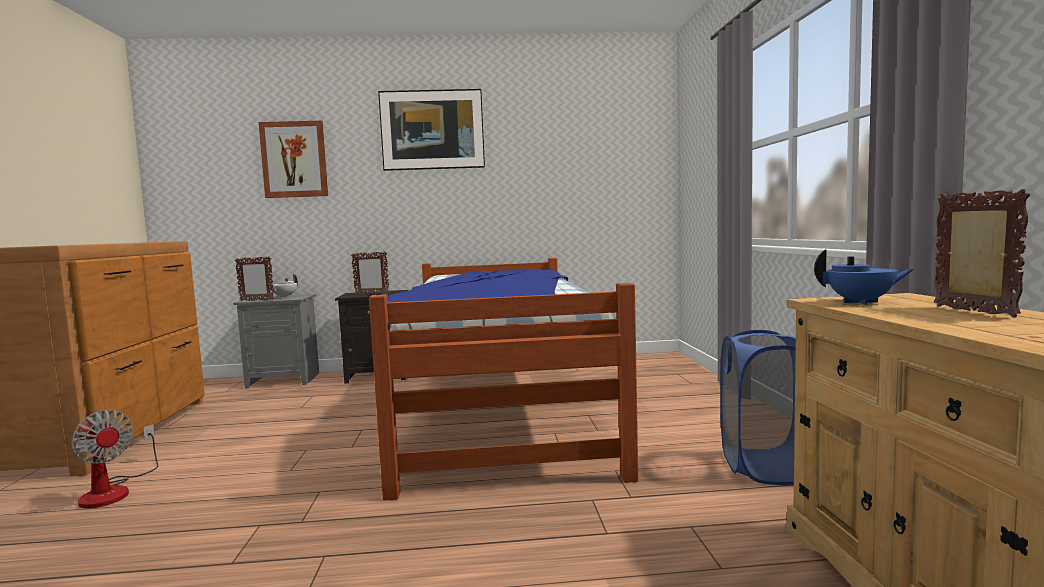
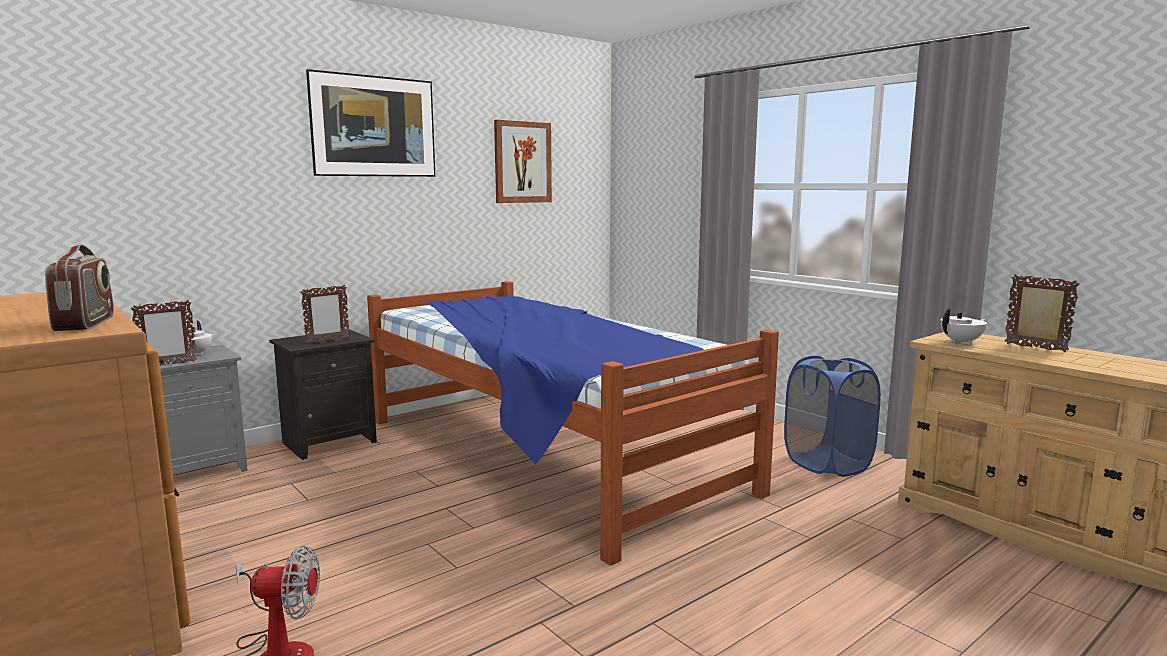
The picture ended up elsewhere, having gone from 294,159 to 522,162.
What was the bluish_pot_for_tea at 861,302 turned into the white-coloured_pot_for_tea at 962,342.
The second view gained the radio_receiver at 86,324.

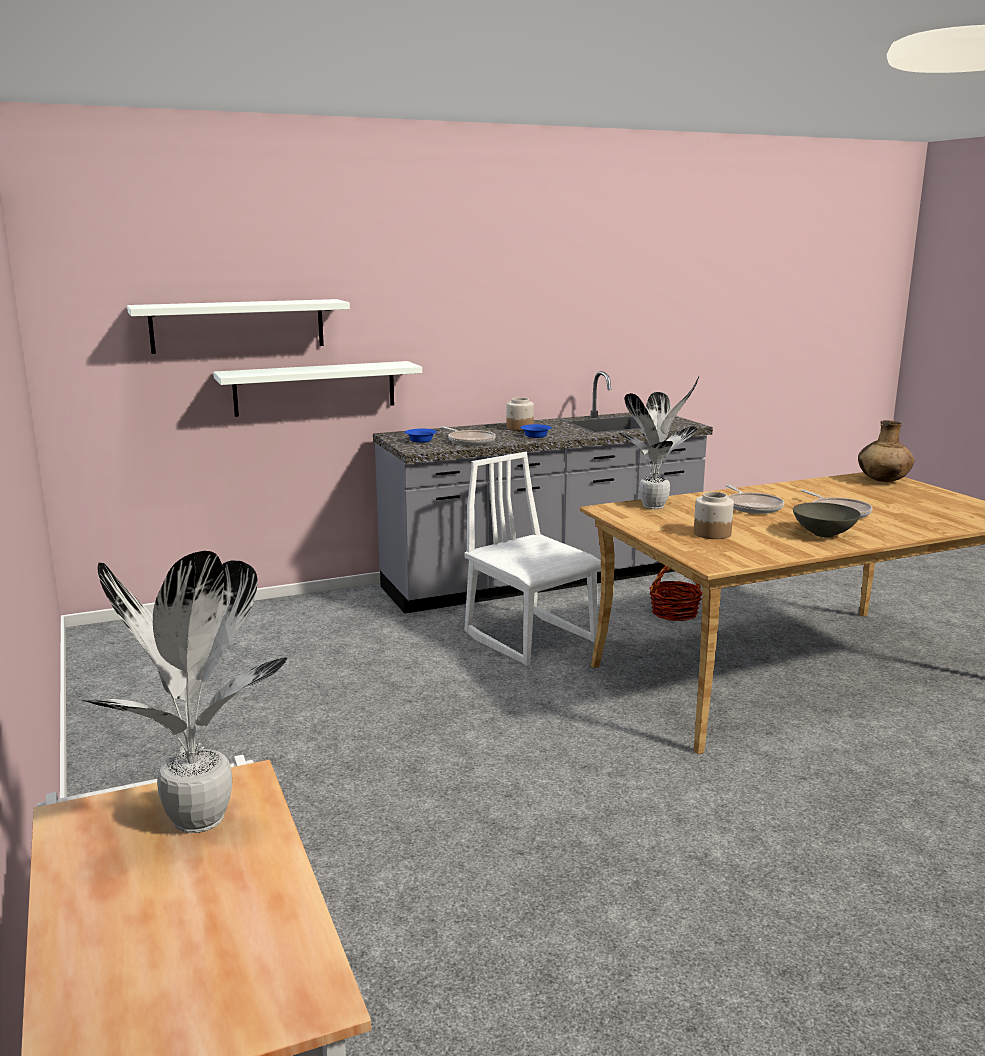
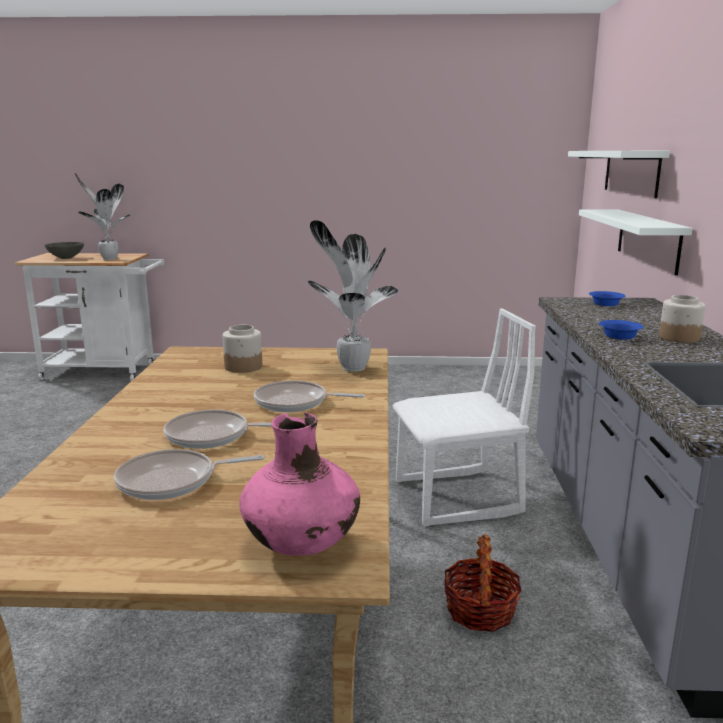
The frying_pan ended up elsewhere, having gone from 469,441 to 173,481.
The greyish_bowl ended up elsewhere, having gone from 824,534 to 65,258.
What was the brownish_vase at 882,481 turned into the pinkish_vase at 302,545.

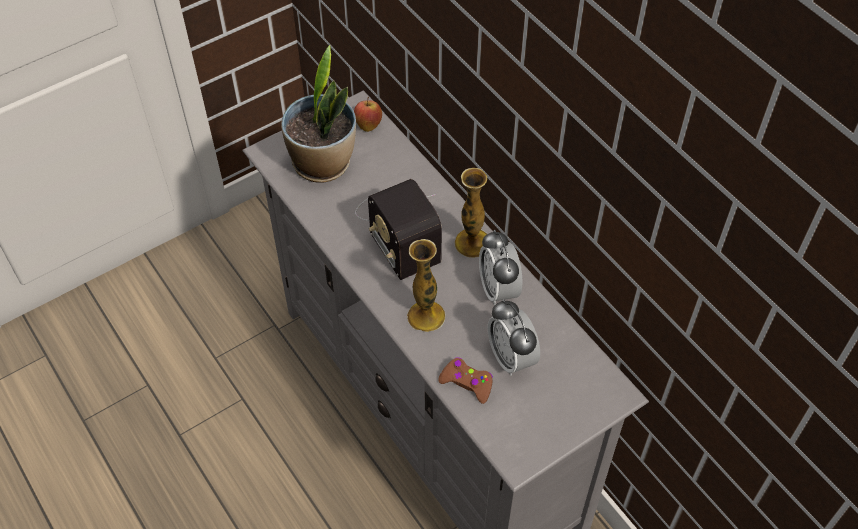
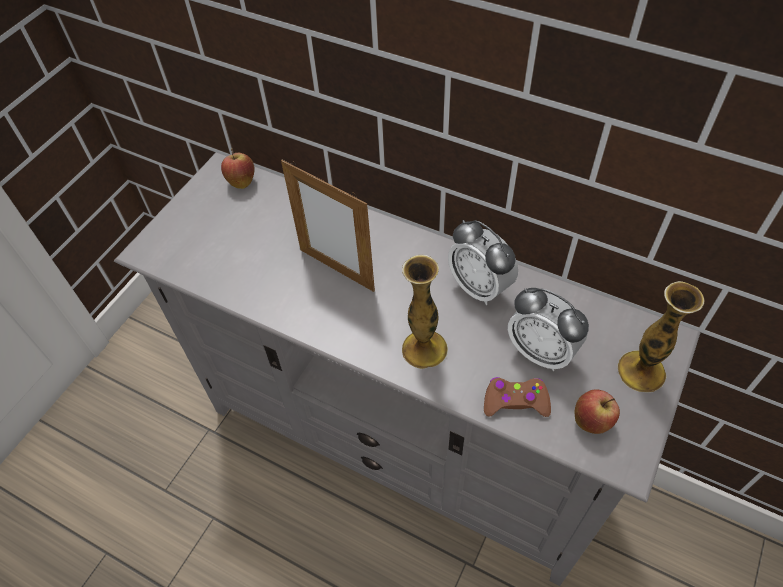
The second view lost the houseplant at 323,163.
Where the radio_receiver stood at 399,228, the standing_frame came to stand at 336,270.
The vase ended up elsewhere, having gone from 472,243 to 641,371.
The second view gained the apple at 592,421.

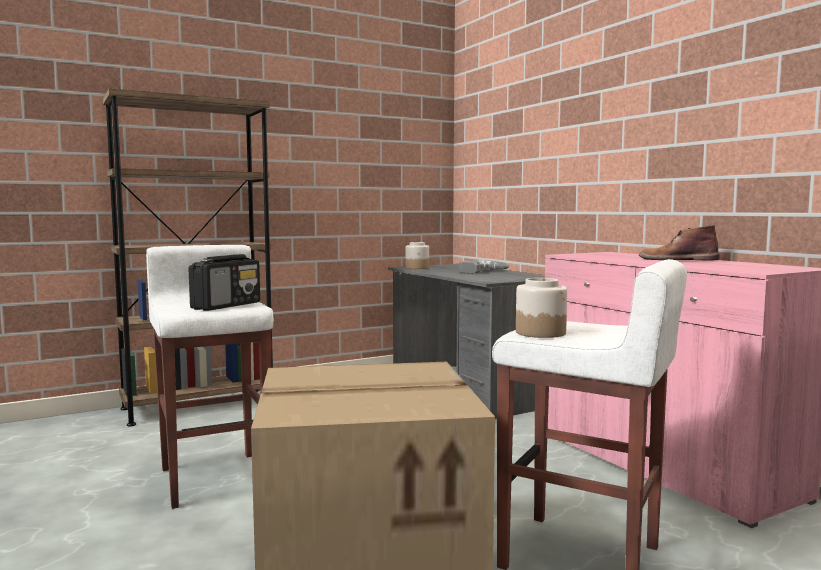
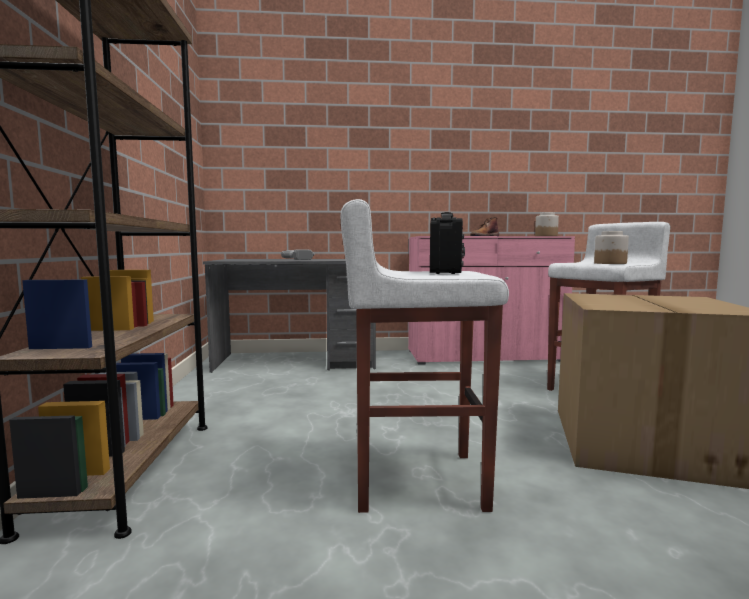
The radio_receiver at 227,306 ended up facing another way, 45 degrees clockwise from before.
The jar ended up elsewhere, having gone from 417,268 to 546,236.

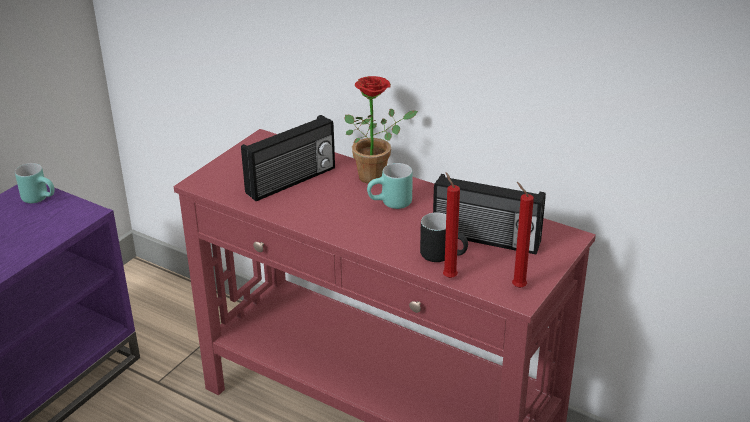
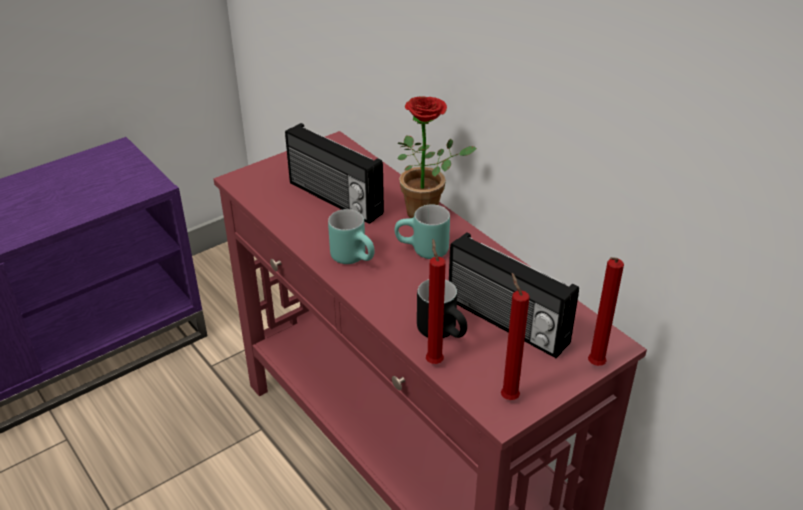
The blue-green_coffee_mug ended up elsewhere, having gone from 41,198 to 355,258.
The radio_receiver at 292,181 ended up facing another way, 60 degrees clockwise from before.
The second view gained the red_wax_light at 594,366.

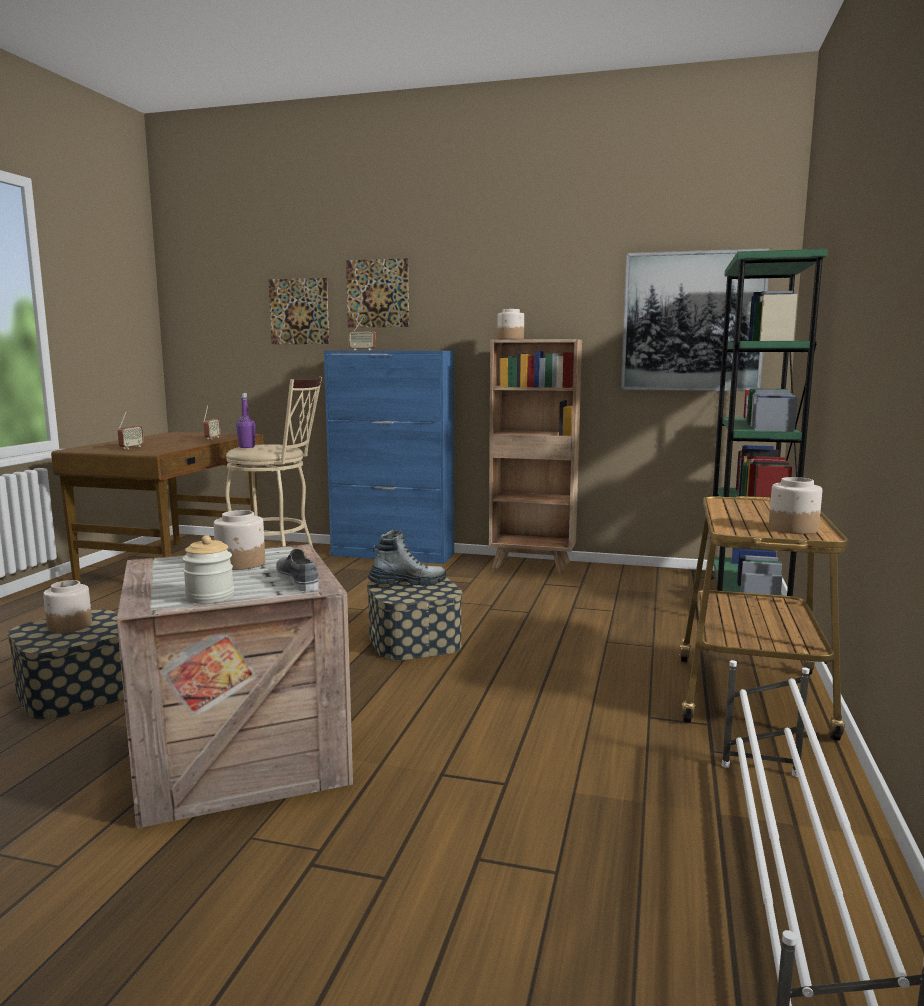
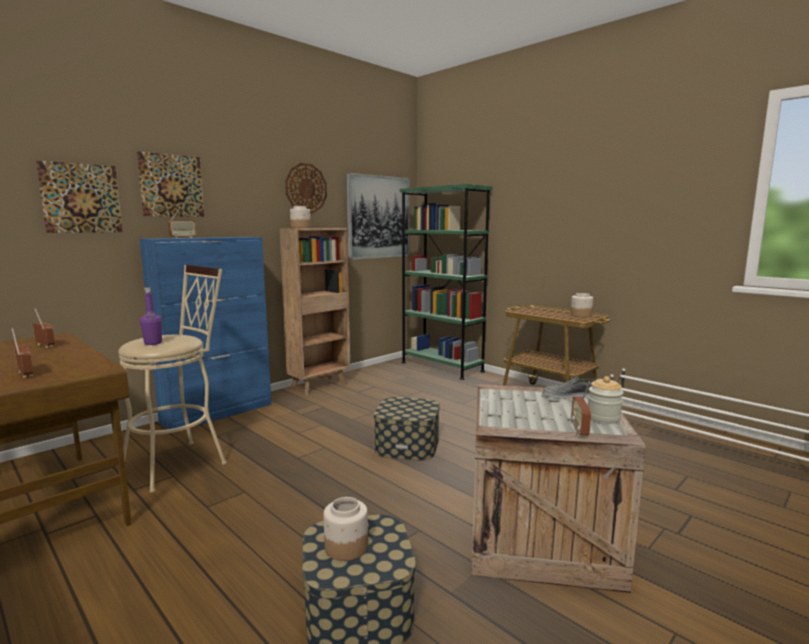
The second view lost the jar at 241,563.
The second view lost the boot at 407,583.
The second view gained the clock_on_the_wall at 306,188.
The second view gained the radio_receiver at 580,431.

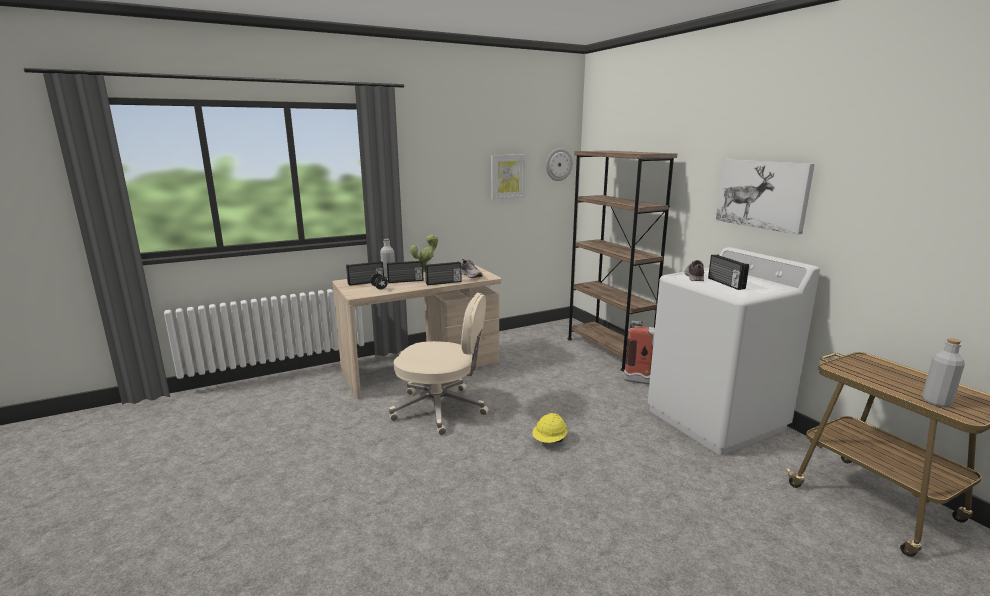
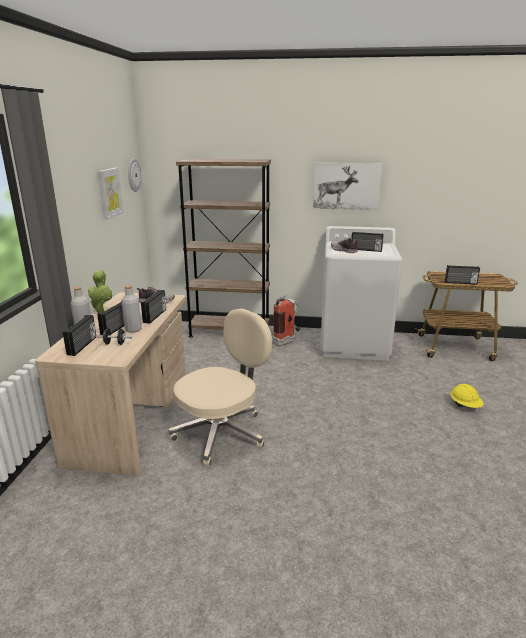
The yellowish_work_helmet ended up elsewhere, having gone from 549,441 to 465,406.
The greyish_drink_bottle ended up elsewhere, having gone from 936,402 to 133,329.
The second view gained the radio_receiver at 460,283.

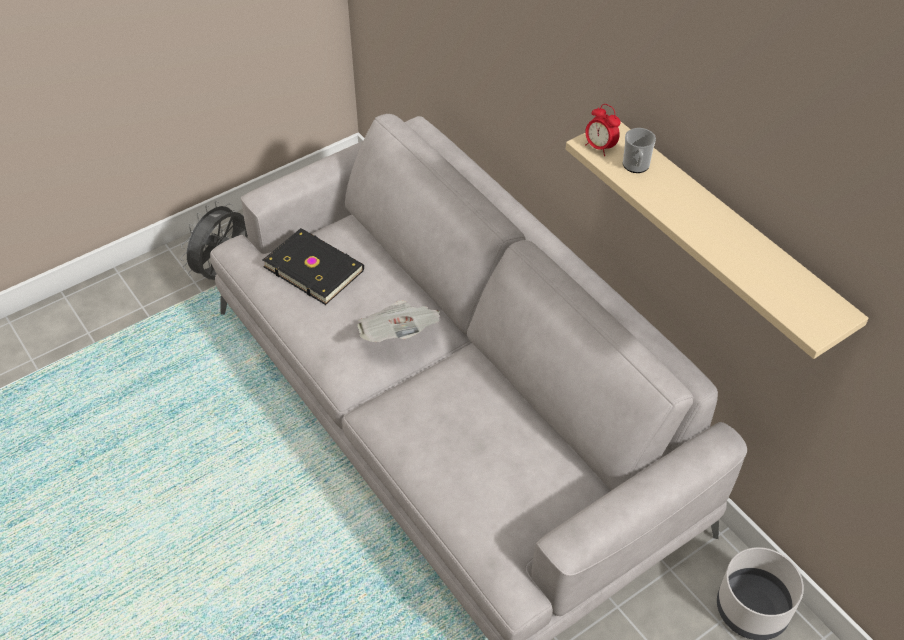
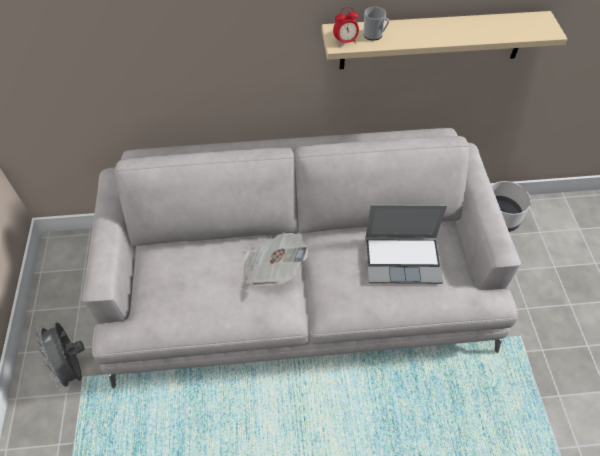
The second view lost the blackish_book at 314,267.
The second view gained the portable_computer at 403,259.

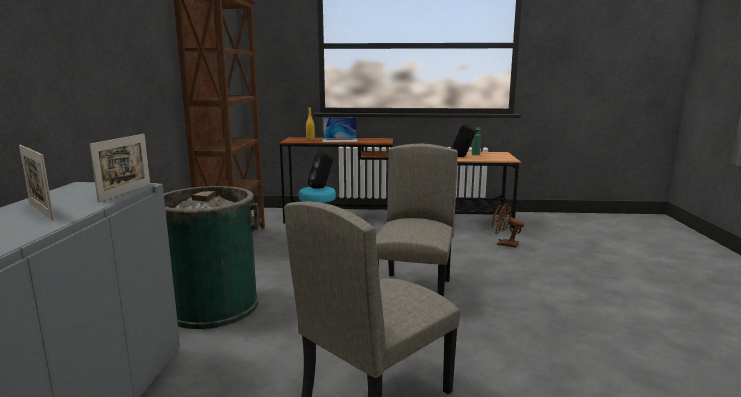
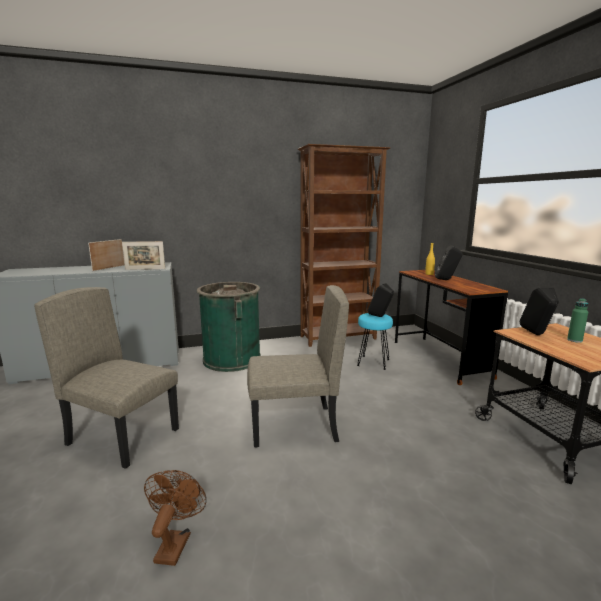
Where the portable_computer stood at 340,140, the blackish_audio_speaker came to stand at 447,280.
The brownish_cooling_fan ended up elsewhere, having gone from 503,244 to 175,542.

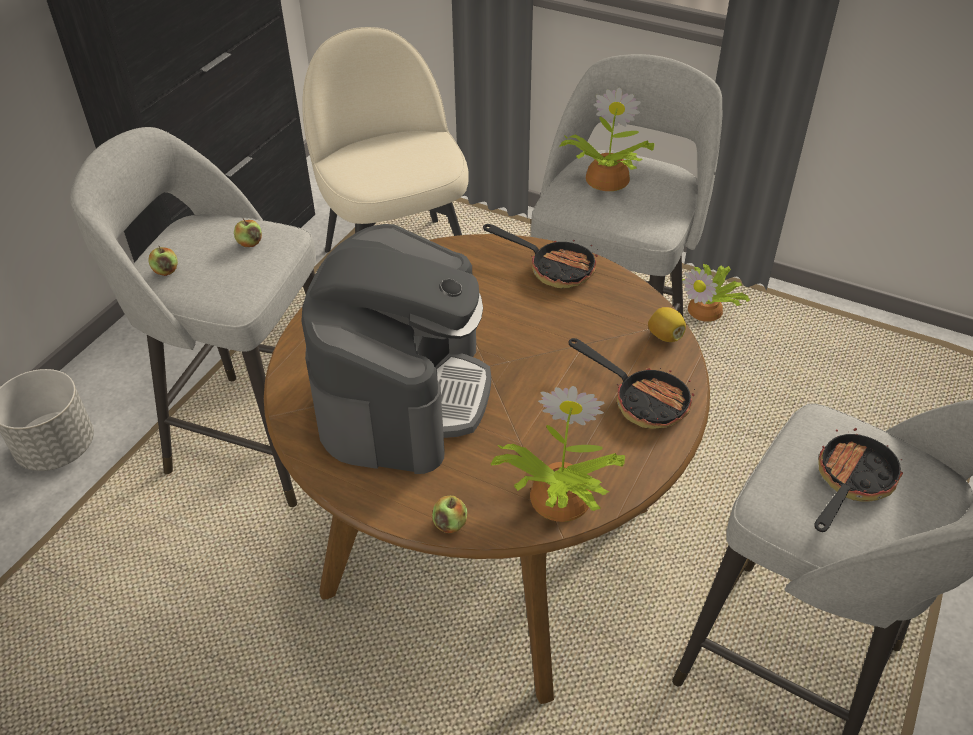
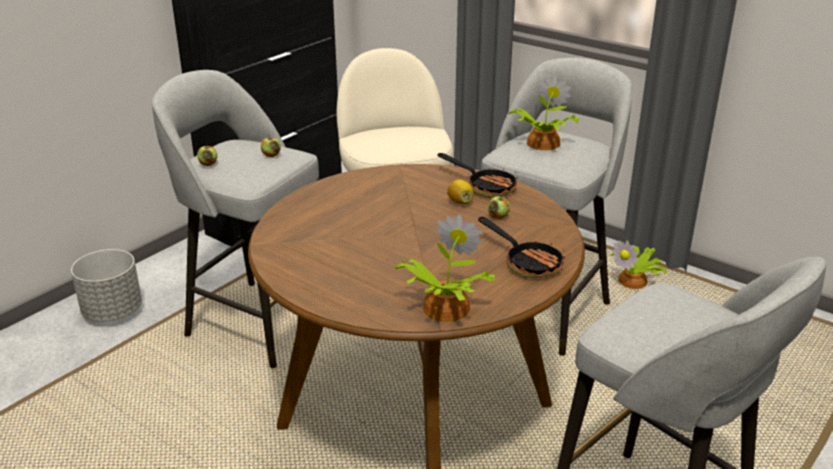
The second view lost the coffee_machine at 403,393.
The apple ended up elsewhere, having gone from 450,524 to 498,216.
The lemon ended up elsewhere, having gone from 665,336 to 460,202.
The second view lost the frying_pan at 850,483.

